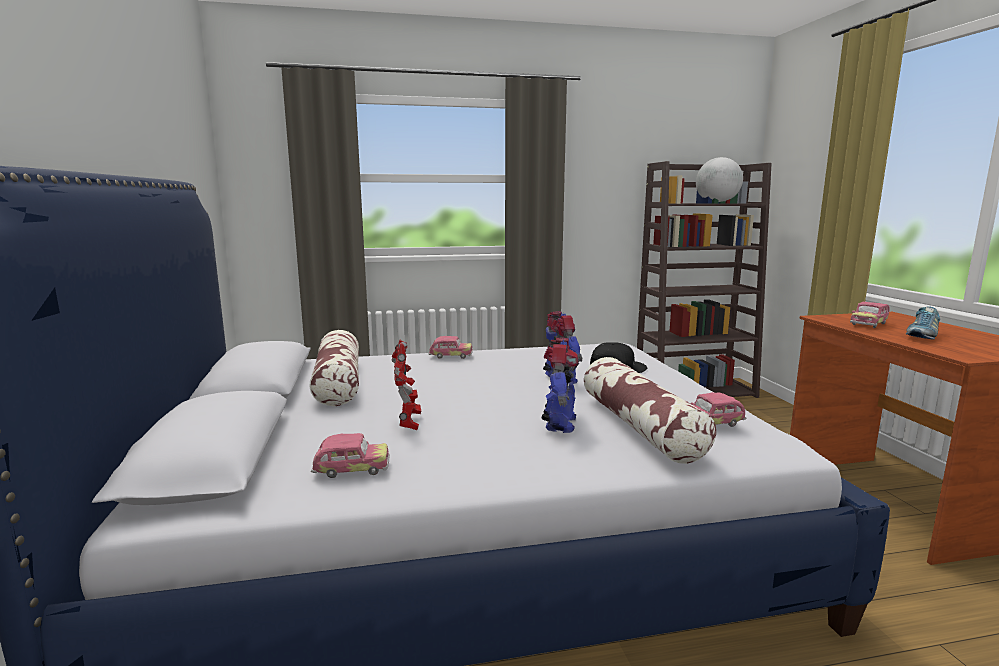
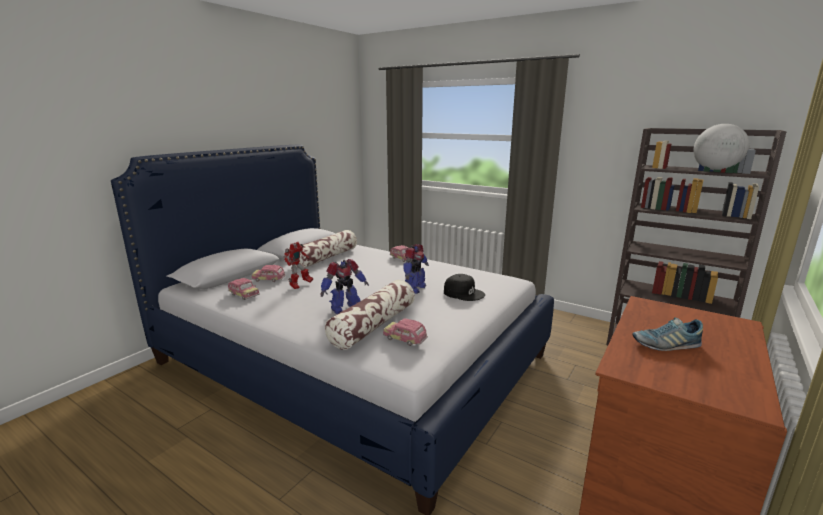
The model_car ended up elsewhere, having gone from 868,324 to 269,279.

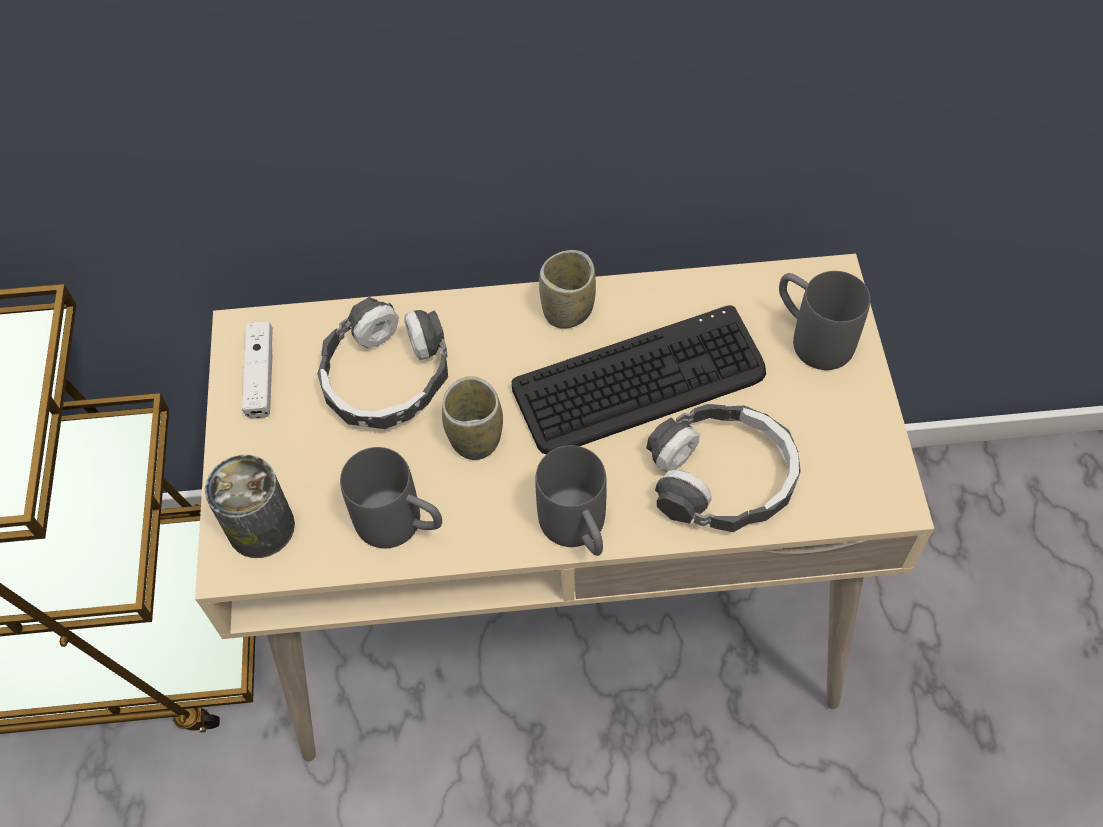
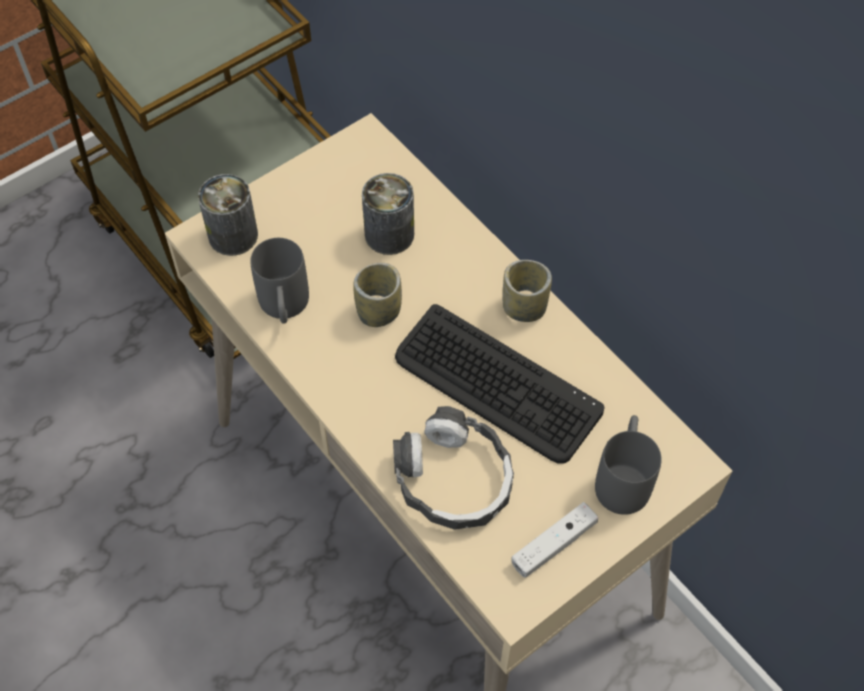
The white-coloured_joypad ended up elsewhere, having gone from 261,376 to 553,544.
Where the headphones stood at 386,377, the can came to stand at 389,234.
The second view lost the greyish_coffee_mug at 578,532.

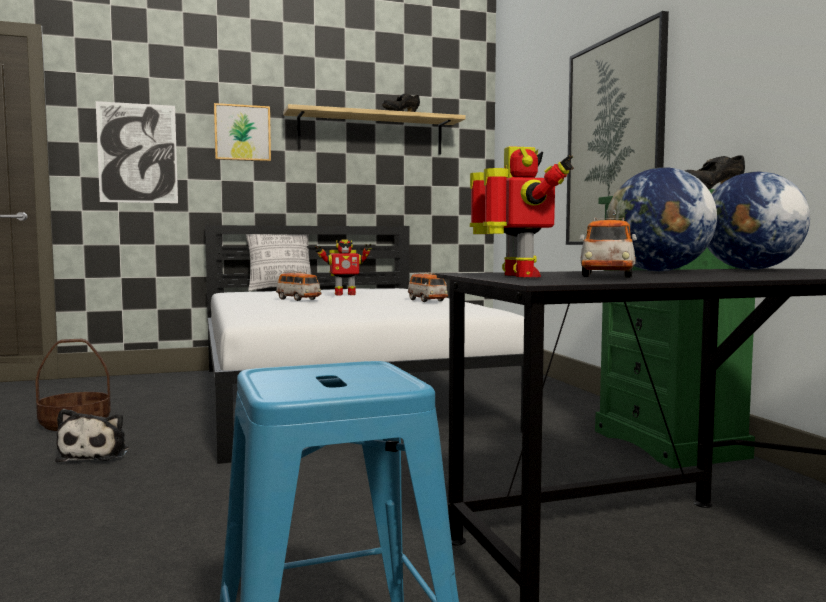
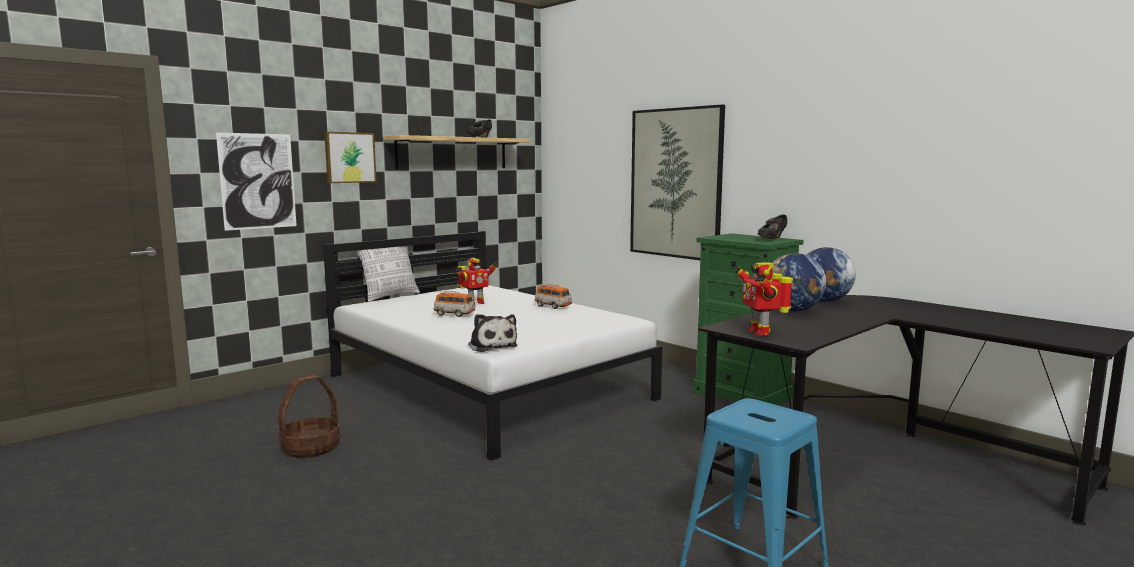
The cuddly_toy ended up elsewhere, having gone from 96,454 to 492,346.
The toy_robot at 517,276 ended up facing another way, 150 degrees counterclockwise from before.
The second view lost the model_car at 607,276.

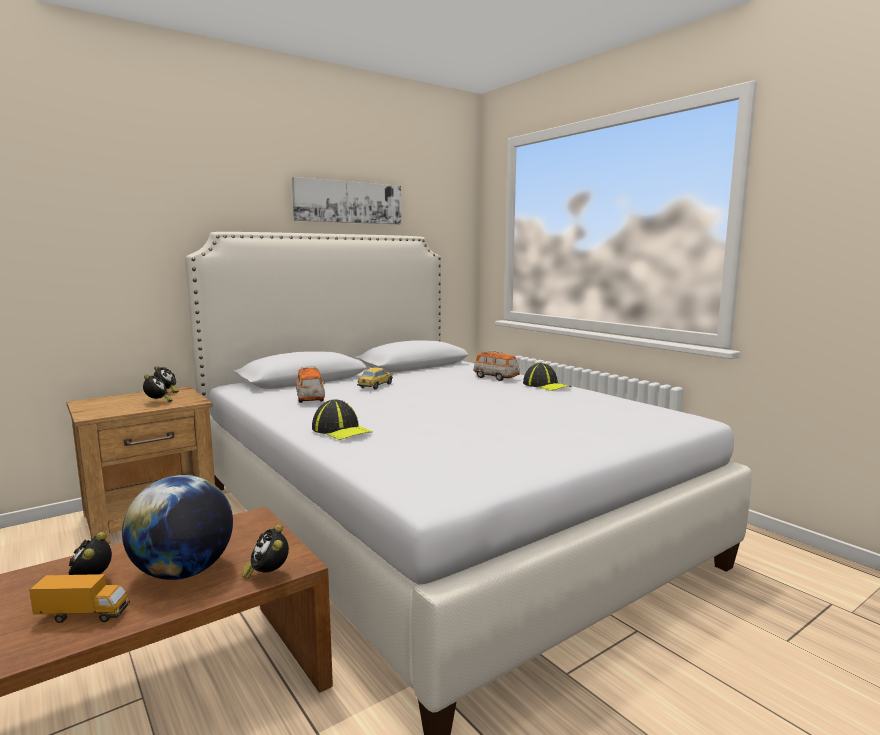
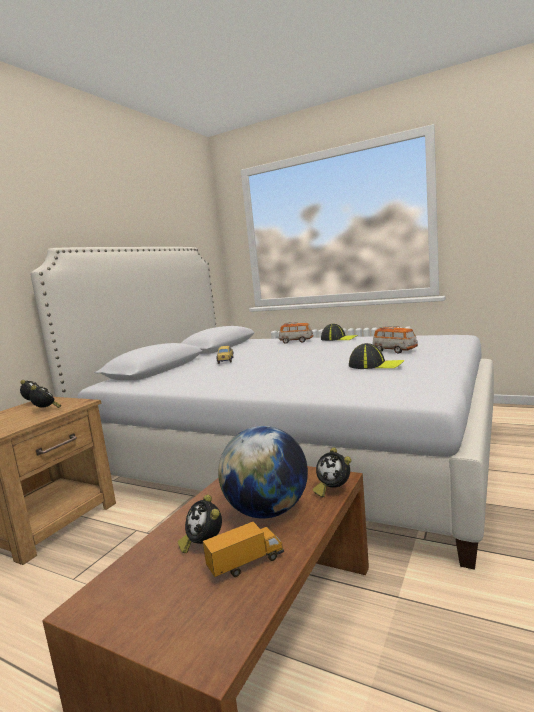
The second view lost the picture at 348,202.
The model_car ended up elsewhere, having gone from 310,399 to 394,351.
The peaked_cap ended up elsewhere, having gone from 342,430 to 375,365.

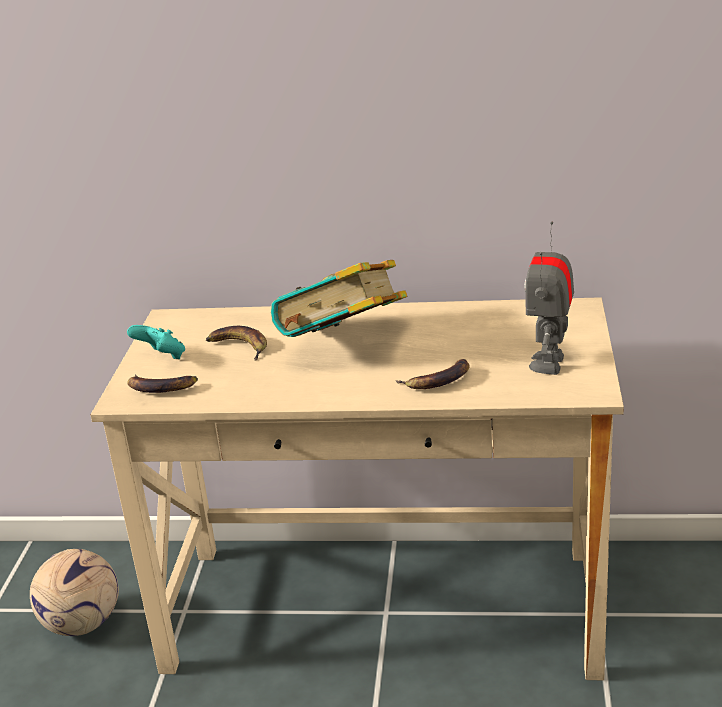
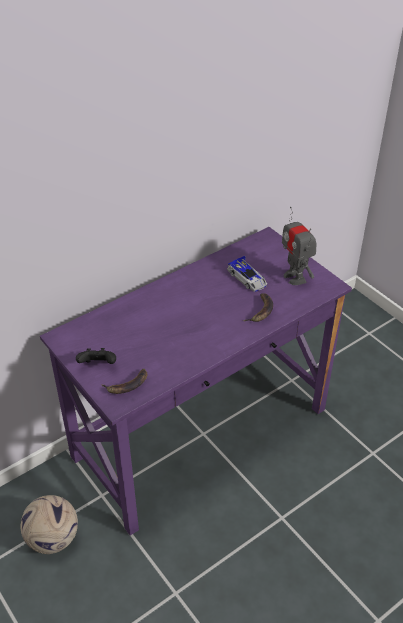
What was the beige_desk at 384,609 turned into the purple_desk at 200,432.
What was the blue-green_joypad at 162,357 turned into the blackish_joypad at 98,365.
The second view lost the banana_fruit at 239,346.
The second view lost the book at 344,346.
The second view gained the model_car at 247,278.

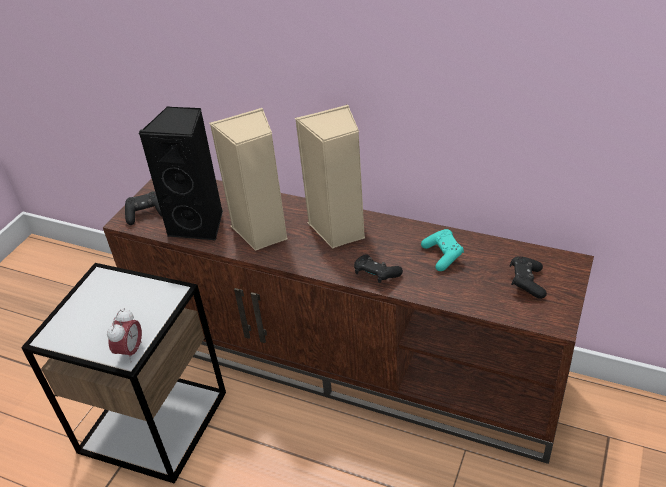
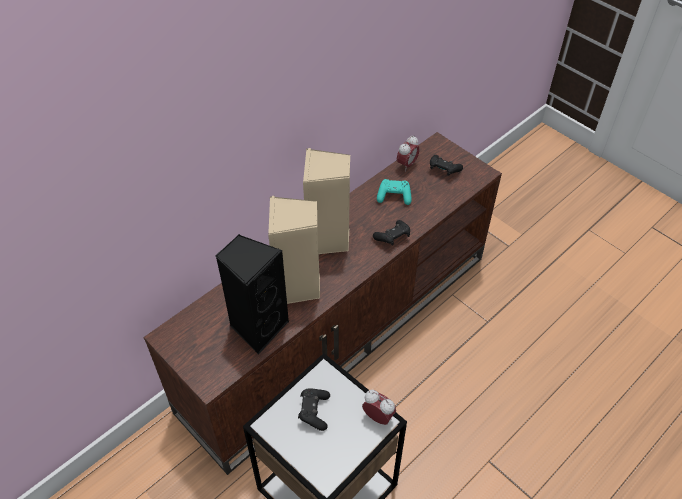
The blackish_joypad ended up elsewhere, having gone from 146,214 to 314,412.
The second view gained the bedside_clock at 407,165.

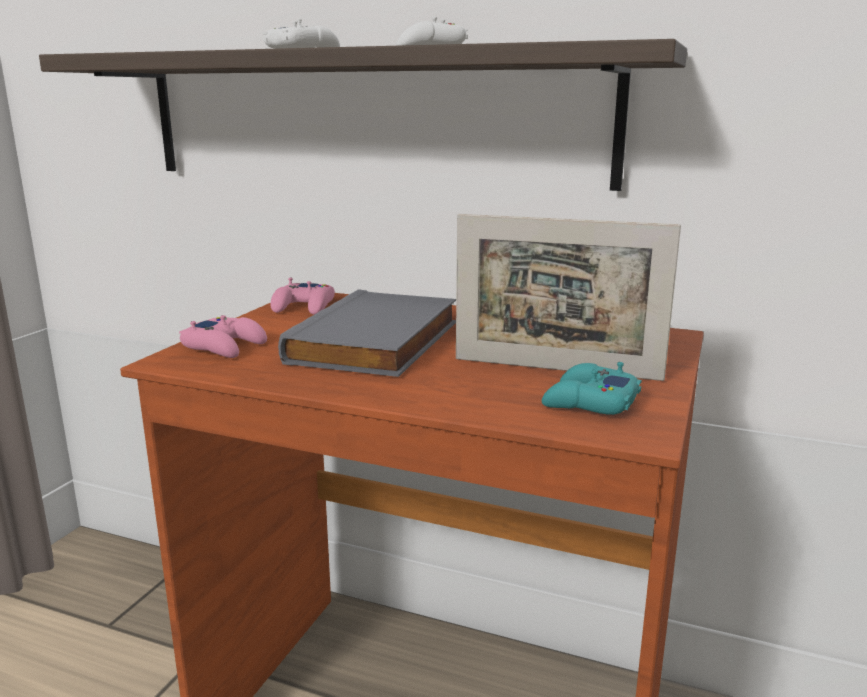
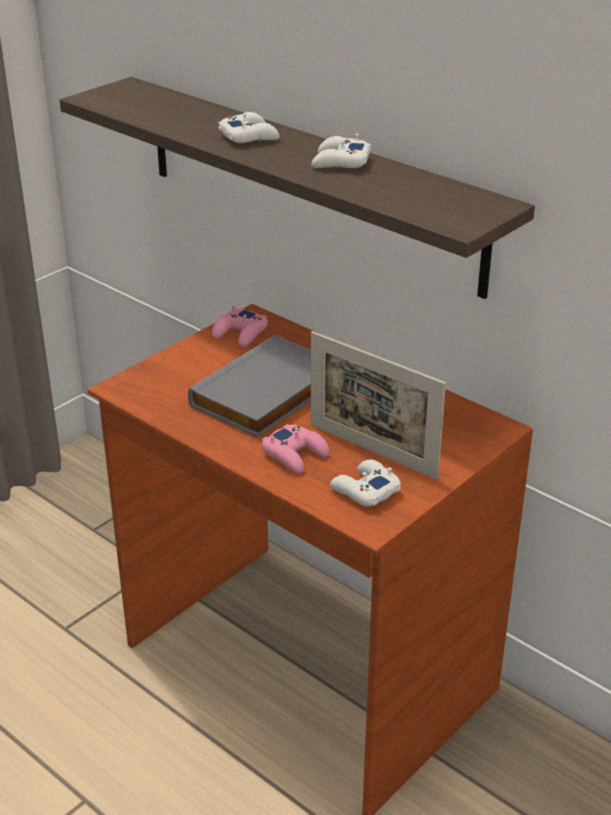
The pinkish_joypad ended up elsewhere, having gone from 225,346 to 295,454.
What was the blue-green_joypad at 589,402 turned into the white-coloured_joypad at 364,490.

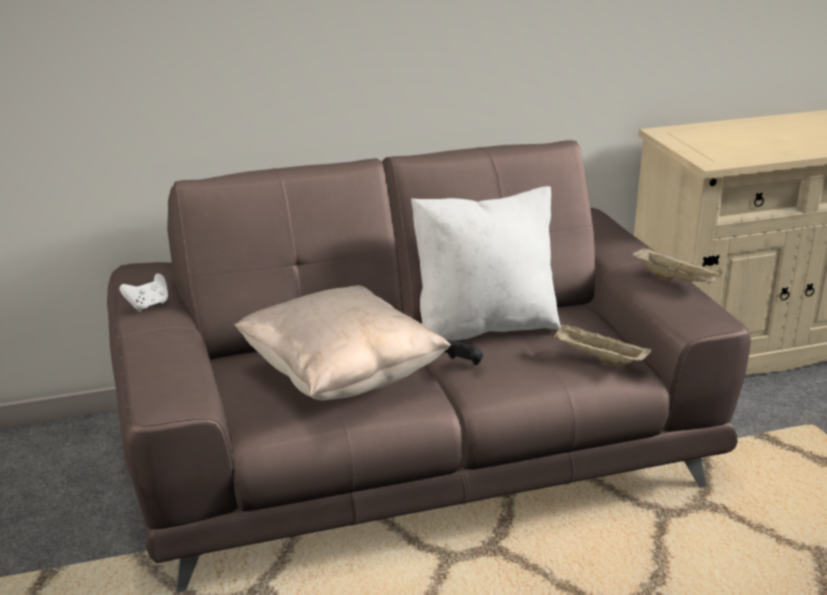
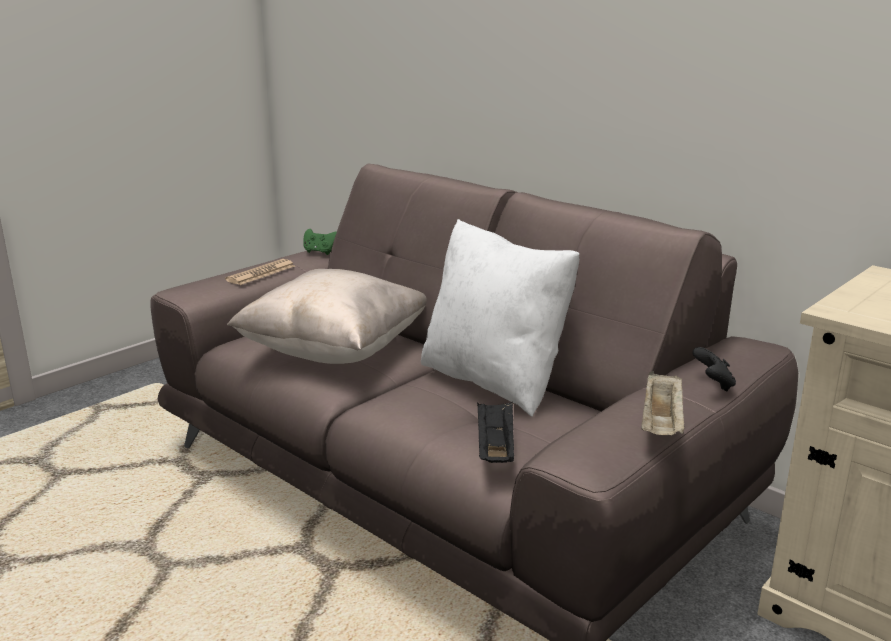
What was the white-coloured_joypad at 148,305 turned into the greenish_joypad at 320,252.
The blackish_joypad ended up elsewhere, having gone from 461,364 to 713,384.
What was the beige_tray at 598,358 turned into the blackish_tray at 495,448.
The second view gained the daily_paper at 261,273.

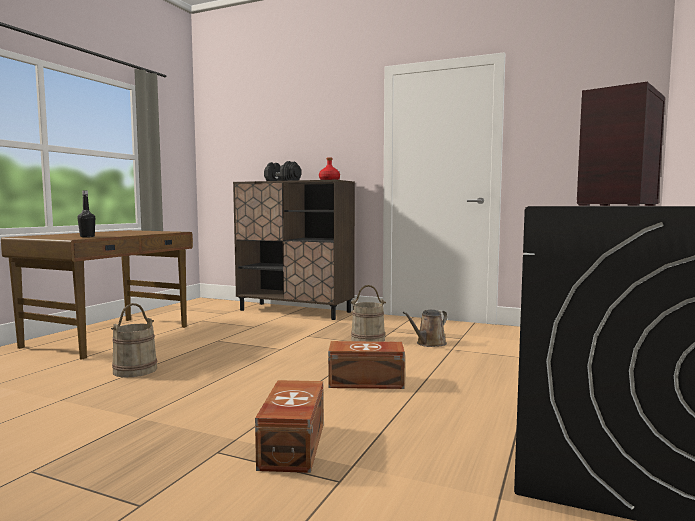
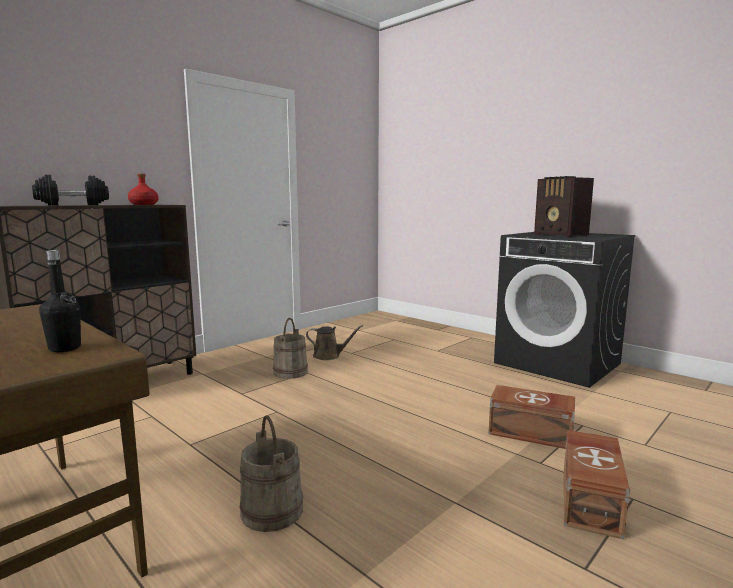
The brownish_storage_bin ended up elsewhere, having gone from 367,382 to 592,500.
The brownish_watering_can at 429,344 ended up facing another way, 60 degrees counterclockwise from before.

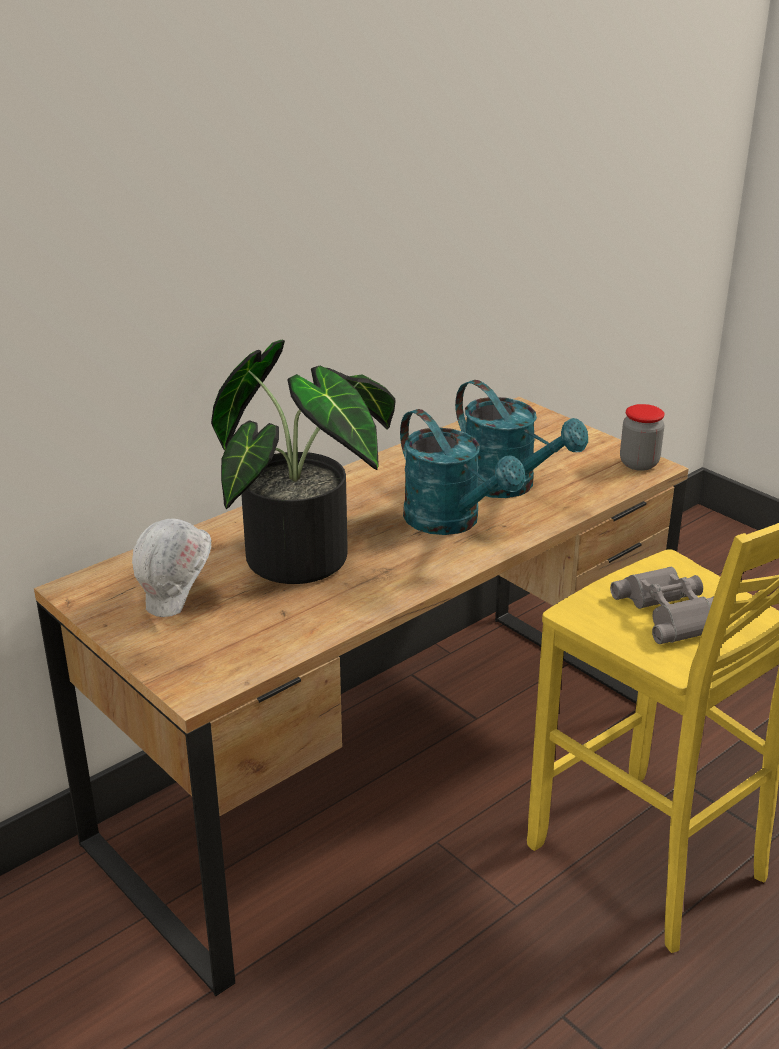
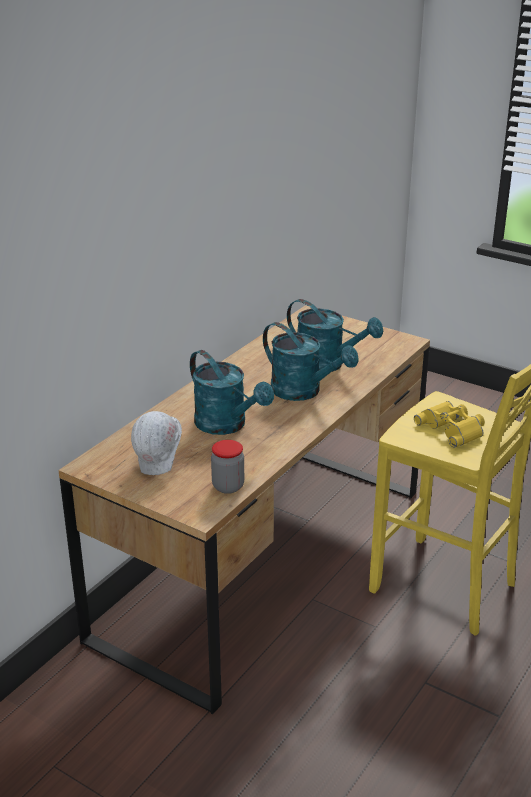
Where the houseplant stood at 310,557, the blue-green_watering_can came to stand at 227,425.
What was the greyish_pair_of_binoculars at 671,612 turned into the yellowish_pair_of_binoculars at 453,428.
The jar ended up elsewhere, having gone from 639,463 to 228,486.

